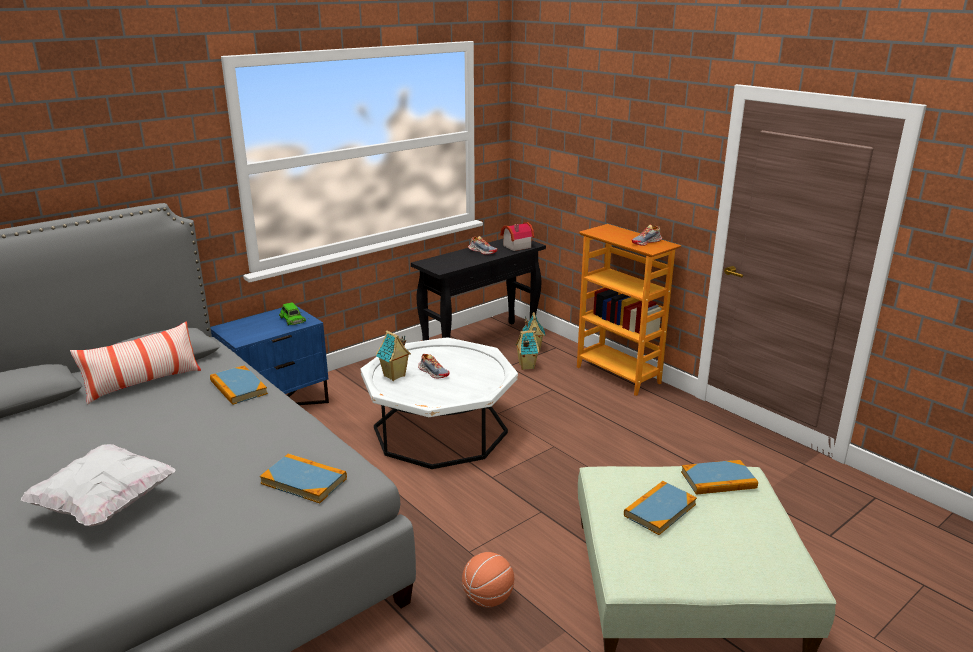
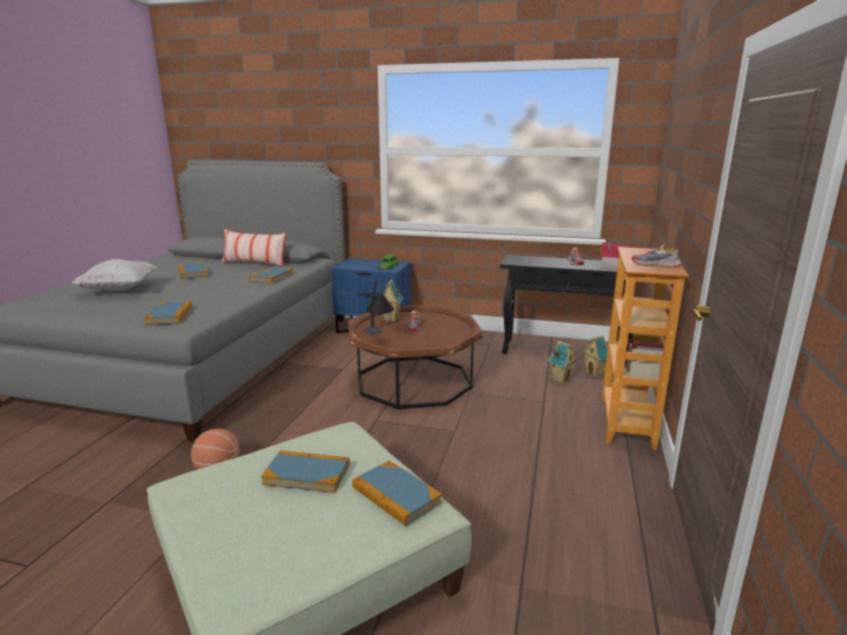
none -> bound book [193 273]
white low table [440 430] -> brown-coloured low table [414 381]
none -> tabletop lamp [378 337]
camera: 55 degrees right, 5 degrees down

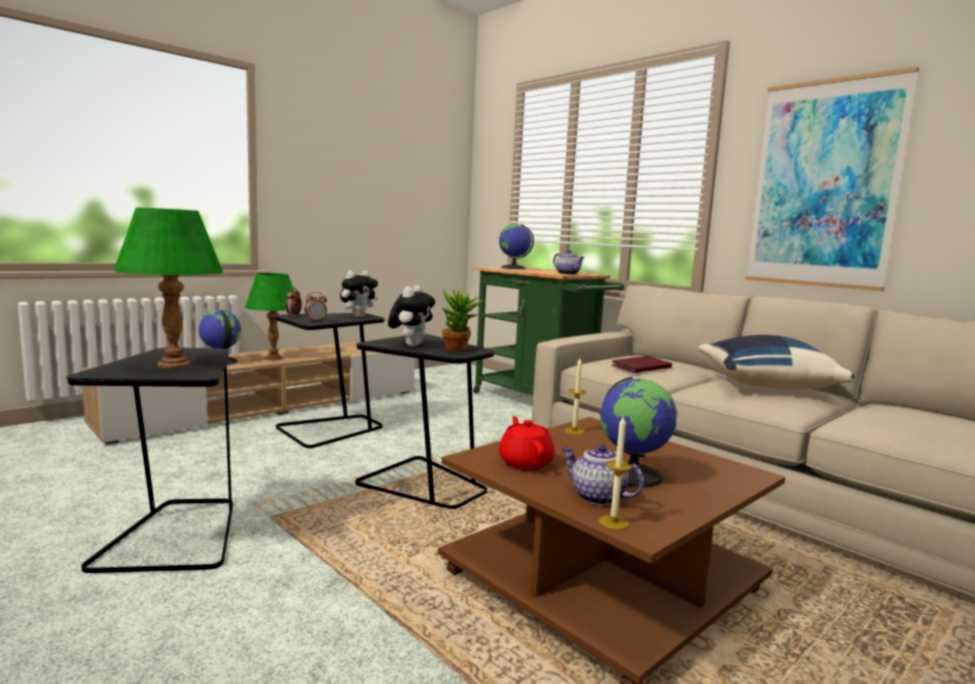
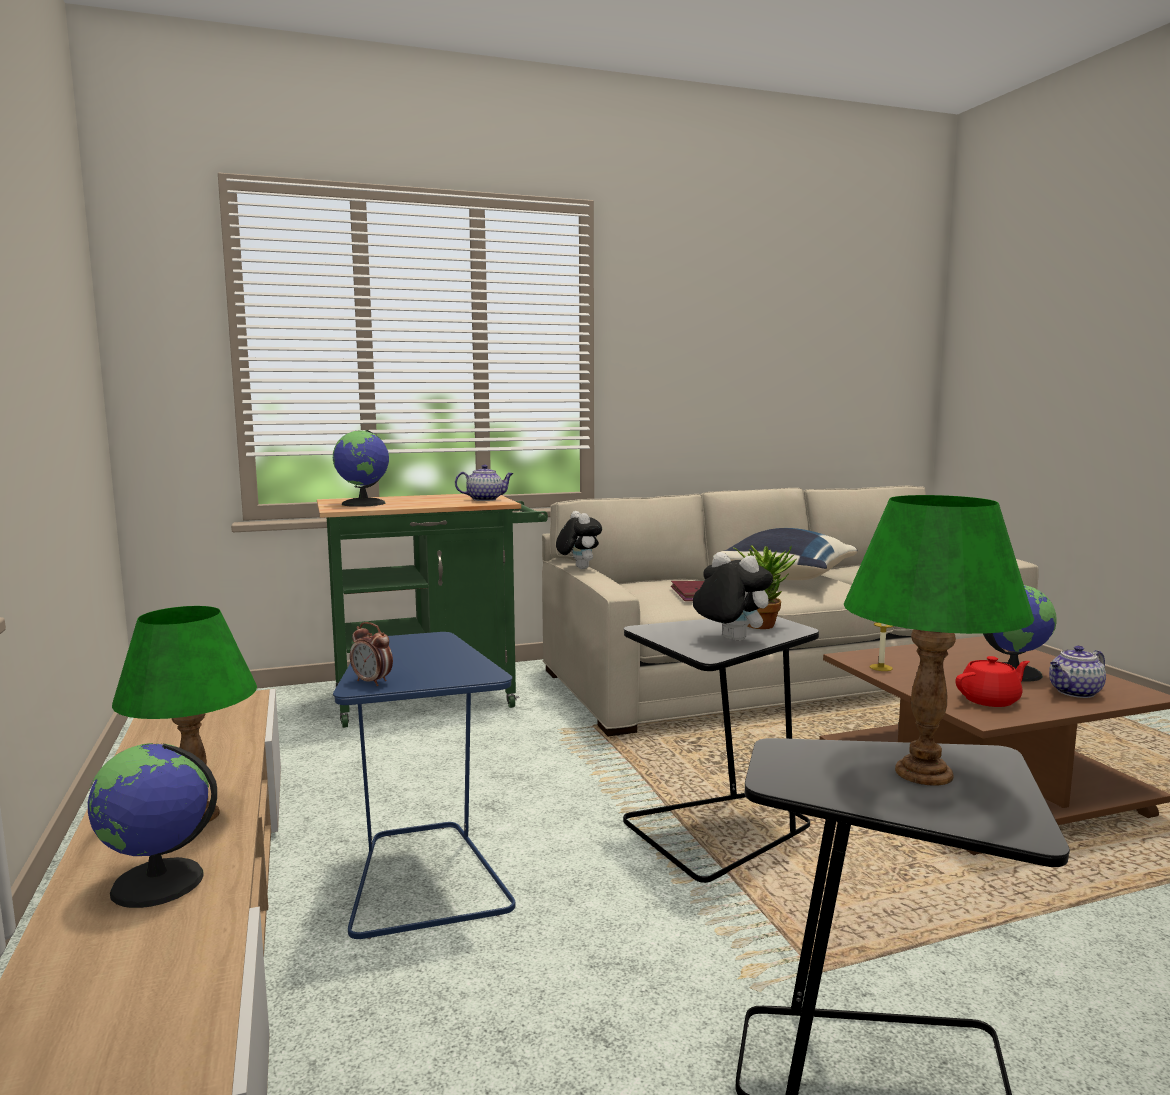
black side table [330 430] -> blue-coloured side table [425 878]
soft toy [358 316] -> soft toy [578 568], shifted
red-coloured teapot [525 462] -> red-coloured teapot [990 700], 150 degrees clockwise
bedside clock [315 321] -> none
candle [613 522] -> none
wall art [824 184] -> none
camera: 65 degrees left, 0 degrees up

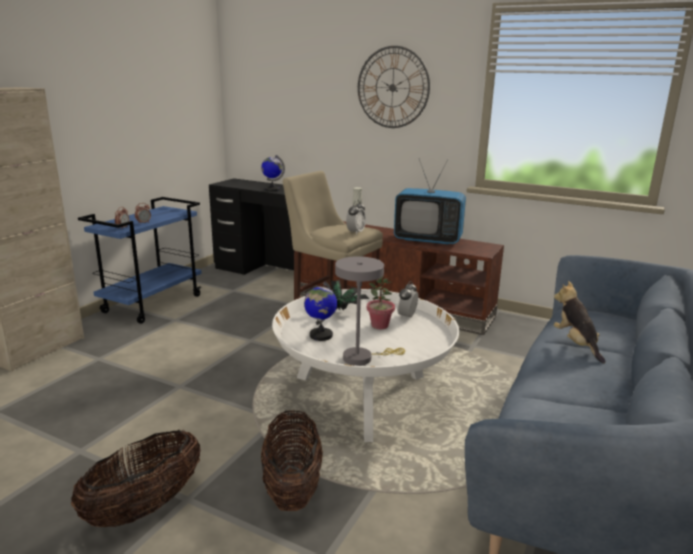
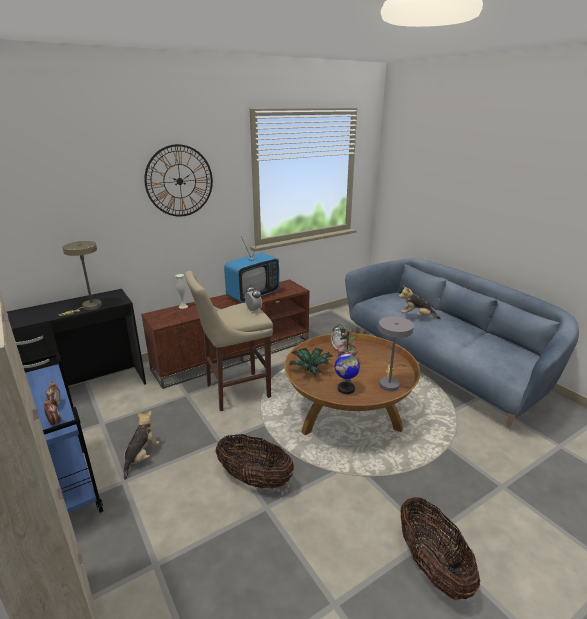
globe [272 190] -> beige-coloured tabletop lamp [89 307]
none -> soft toy [141 457]
storage basket [292 488] -> storage basket [255 479], shifted
white low table [362 396] -> brown-coloured low table [348 414]
camera: 60 degrees left, 5 degrees up

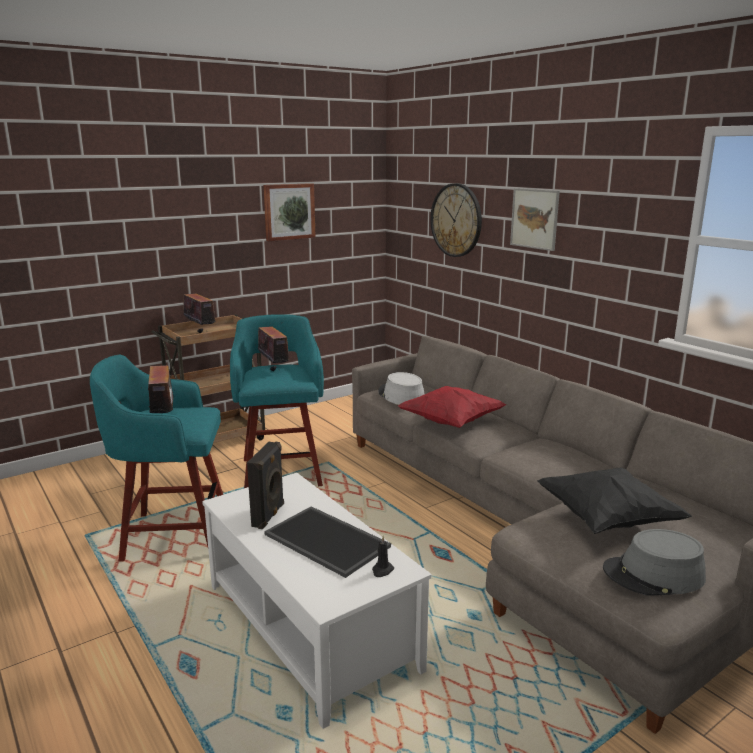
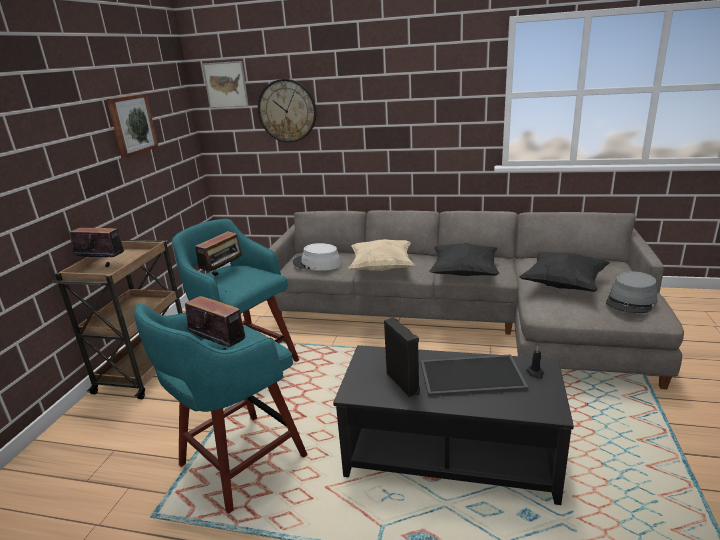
radio set [274 368] -> radio set [224 273], 105 degrees clockwise
wall art [534 218] -> wall art [226 85], shifted
white low table [311 626] -> black low table [450 453]
red-coloured throw pillow [451 422] -> beige-coloured throw pillow [381 268]
none -> black throw pillow [464 273]
camera: 40 degrees left, 5 degrees up

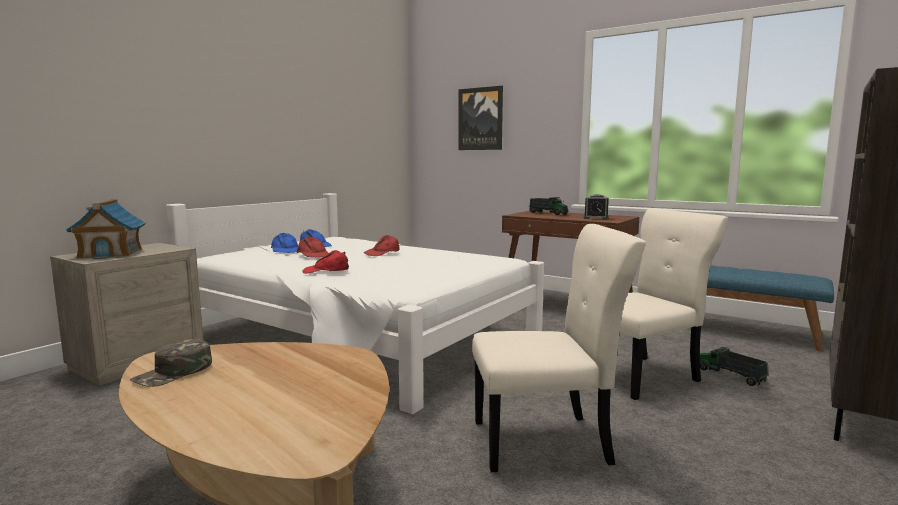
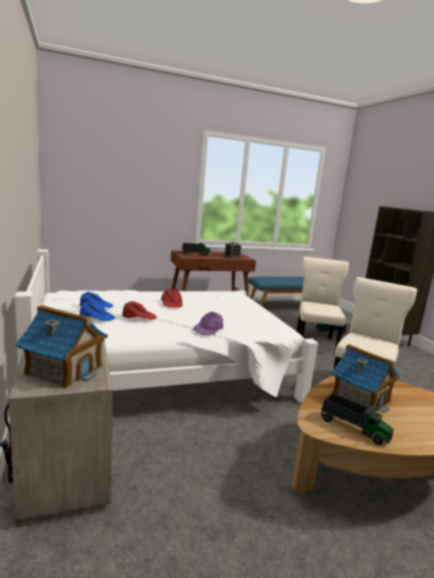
red-coloured cap [326 270] -> purple cap [208 329]
greenish cap [174 372] -> toy truck [353 428]
none -> toy house [360 398]
wall art [480 119] -> none
camera: 55 degrees left, 5 degrees up

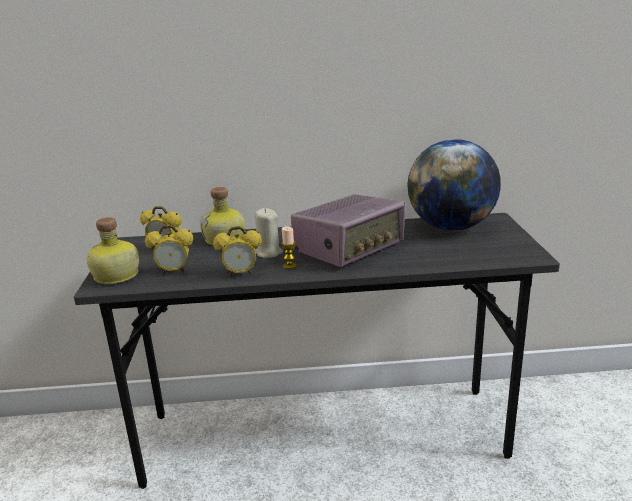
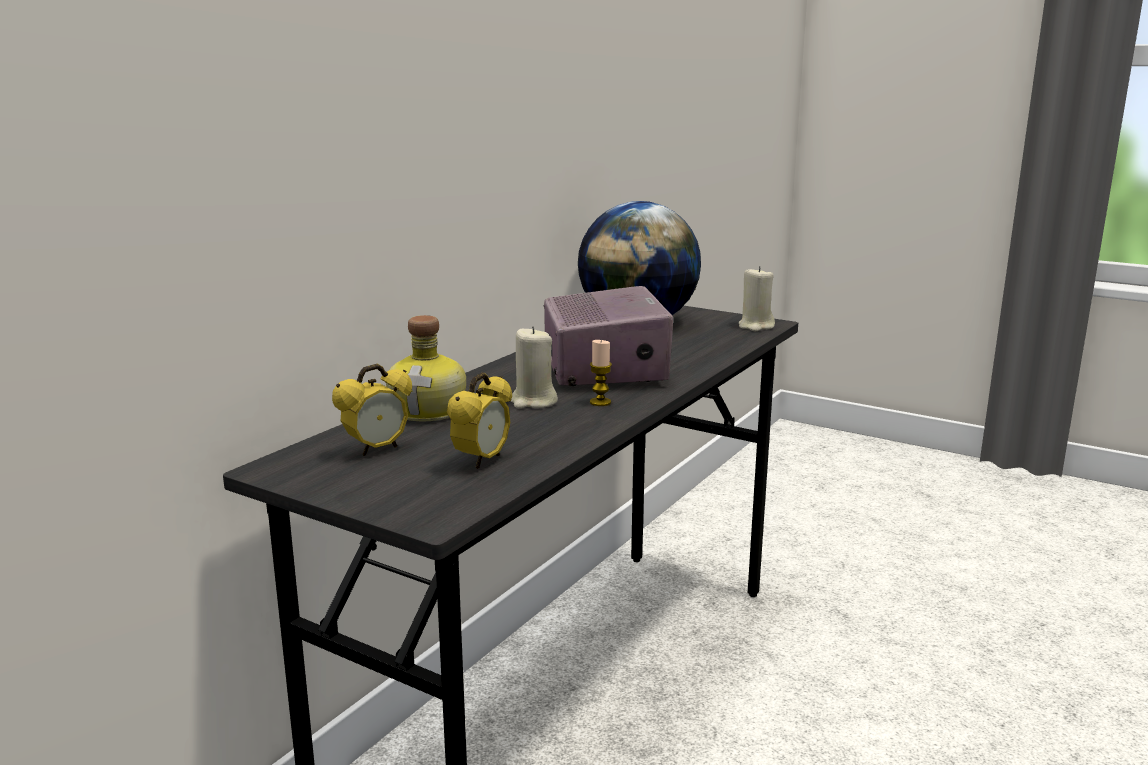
none -> beige-coloured candle [755 326]
beverage bottle [115 276] -> none
bedside clock [240 273] -> none
camera: 55 degrees left, 5 degrees down

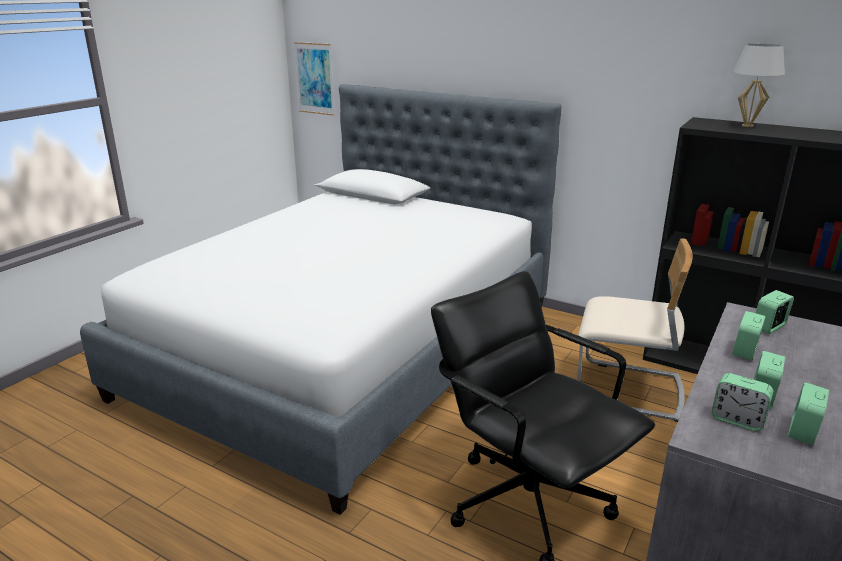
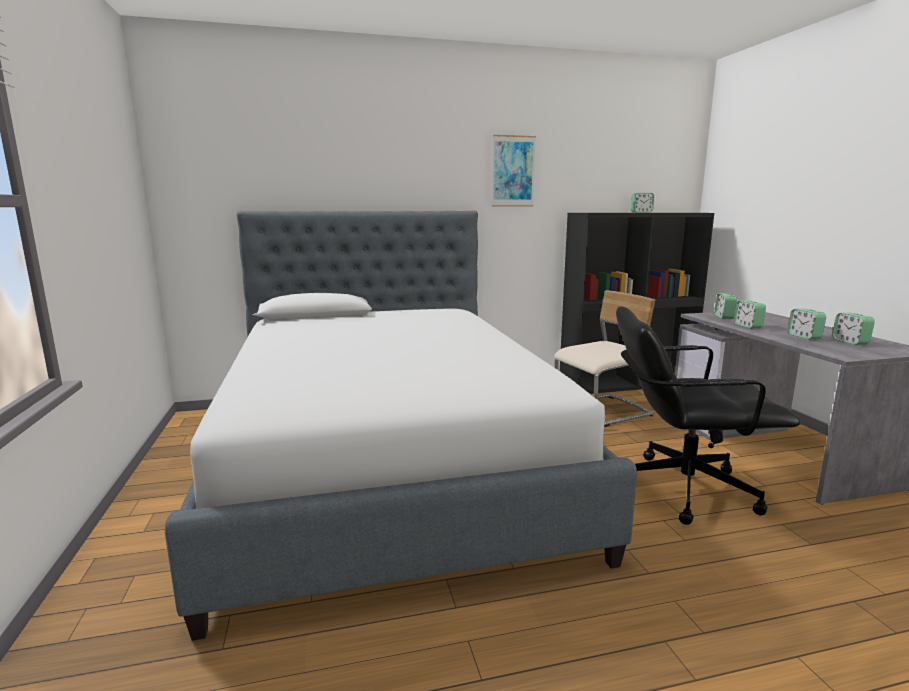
wall art [315 78] -> wall art [513 171], shifted
bedside clock [737 420] -> bedside clock [641 212], shifted
white tabletop lamp [747 126] -> none
camera: 45 degrees left, 10 degrees down

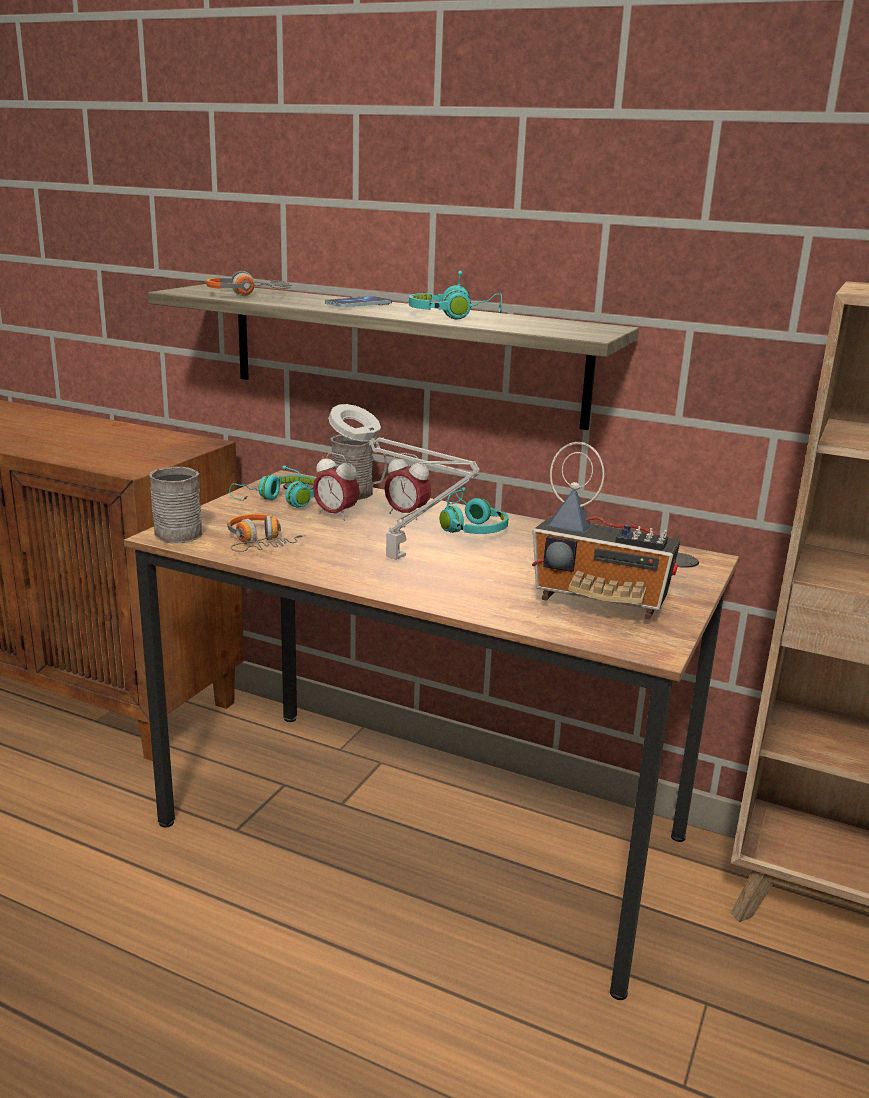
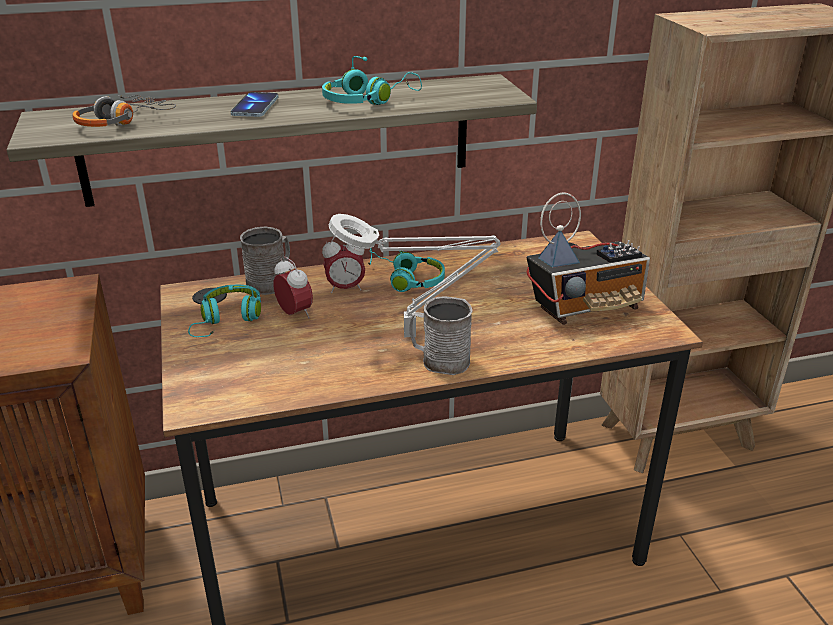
bedside clock [335 515] -> bedside clock [295 314], 120 degrees counterclockwise
greyish tea mug [176 532] -> greyish tea mug [439 360], shifted
pair of headphones [259 543] -> none
camera: 40 degrees left, 10 degrees up

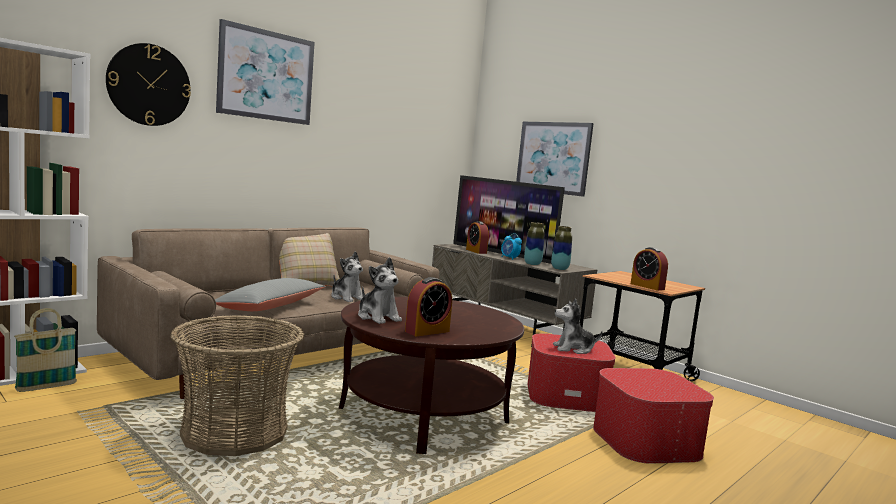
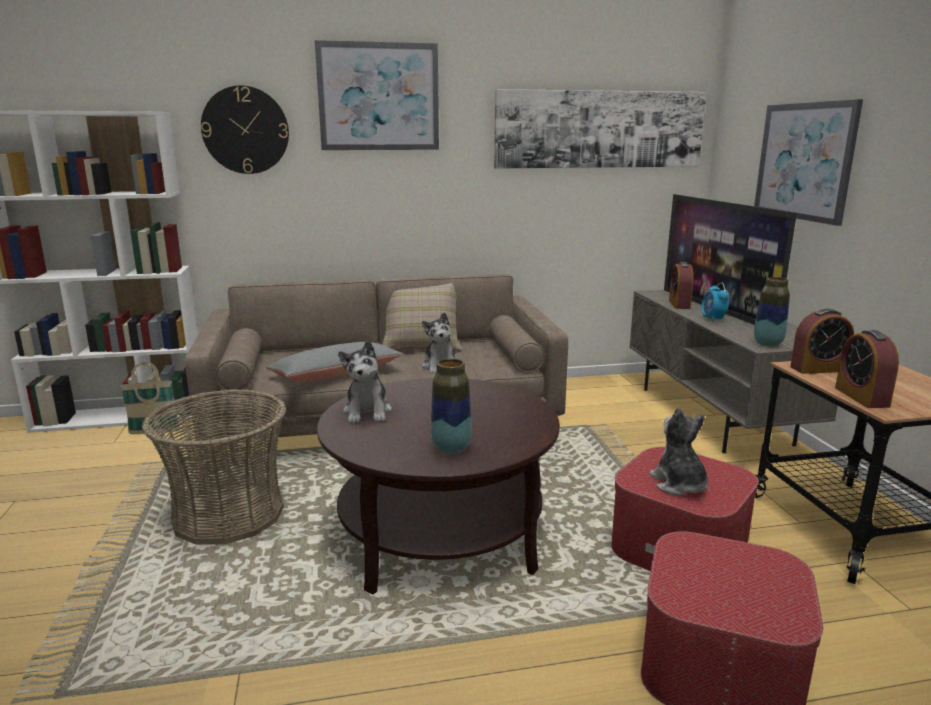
decorative vase [532 264] -> decorative vase [451 448], shifted
none -> wall art [600 129]
soft toy [573 349] -> soft toy [679 485], 45 degrees clockwise
bedside clock [427 331] -> bedside clock [818 369], shifted
camera: 35 degrees right, 10 degrees up

